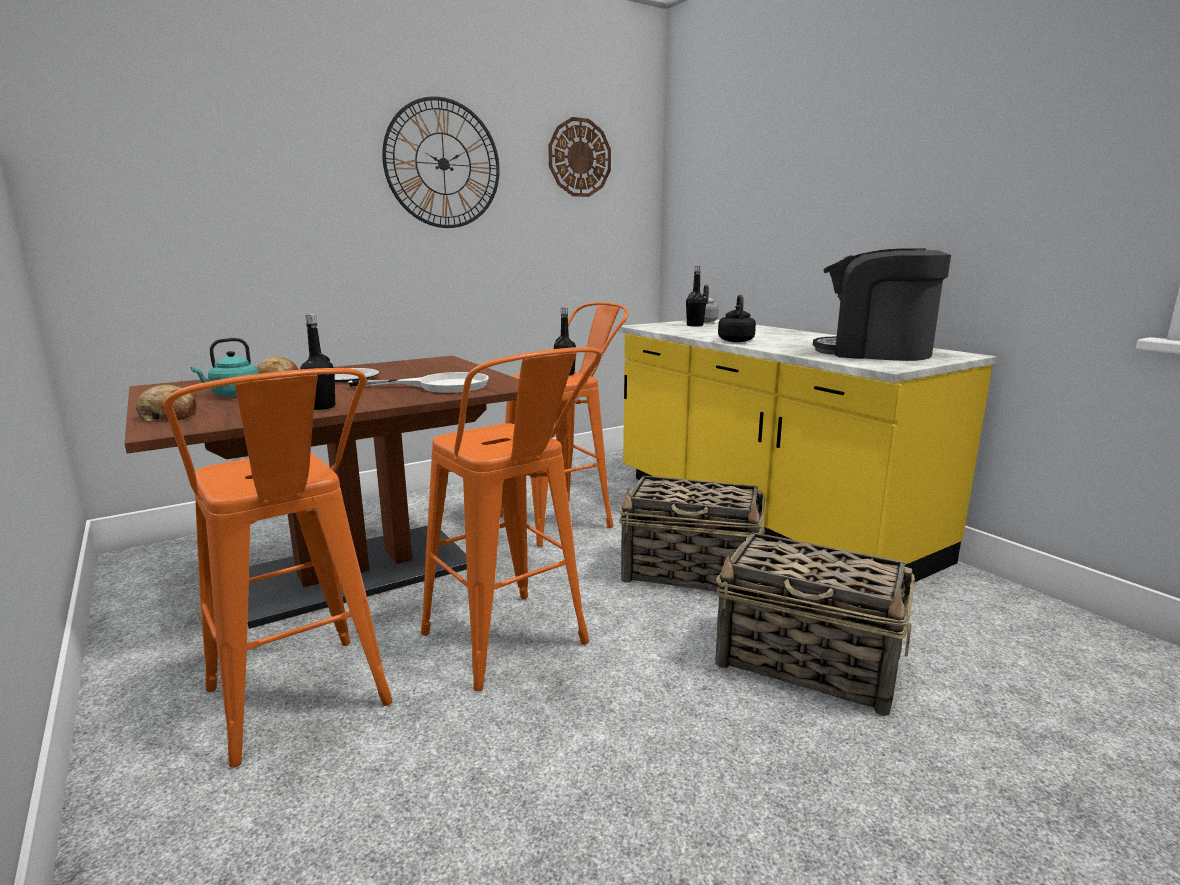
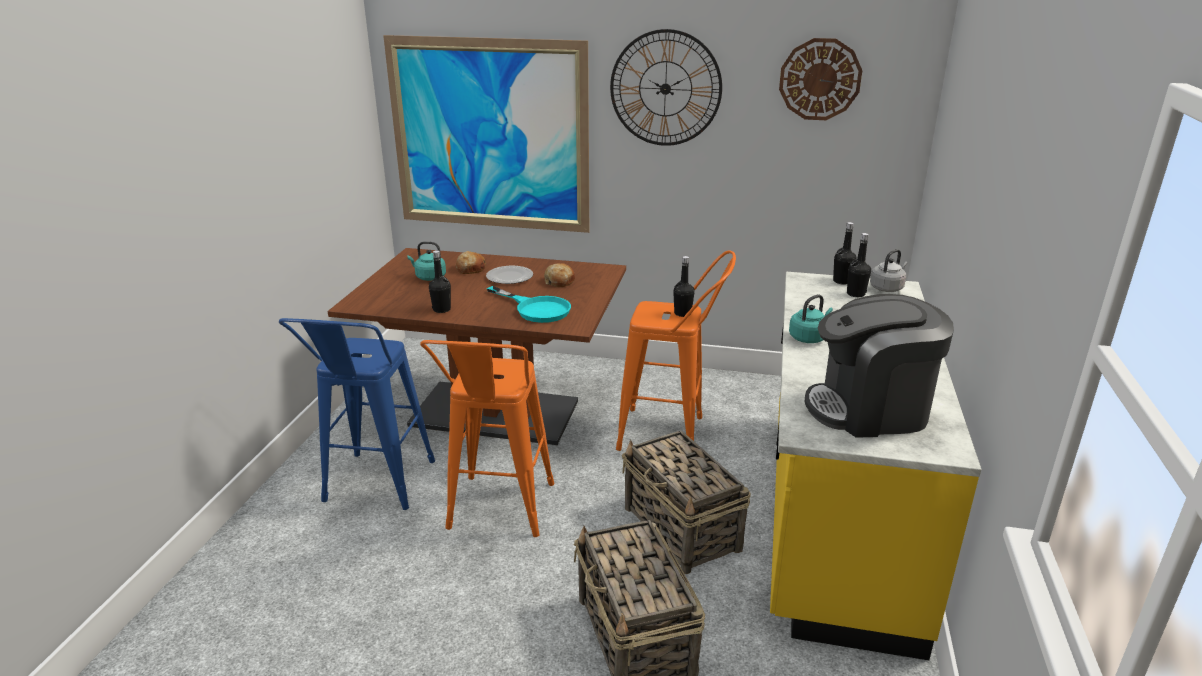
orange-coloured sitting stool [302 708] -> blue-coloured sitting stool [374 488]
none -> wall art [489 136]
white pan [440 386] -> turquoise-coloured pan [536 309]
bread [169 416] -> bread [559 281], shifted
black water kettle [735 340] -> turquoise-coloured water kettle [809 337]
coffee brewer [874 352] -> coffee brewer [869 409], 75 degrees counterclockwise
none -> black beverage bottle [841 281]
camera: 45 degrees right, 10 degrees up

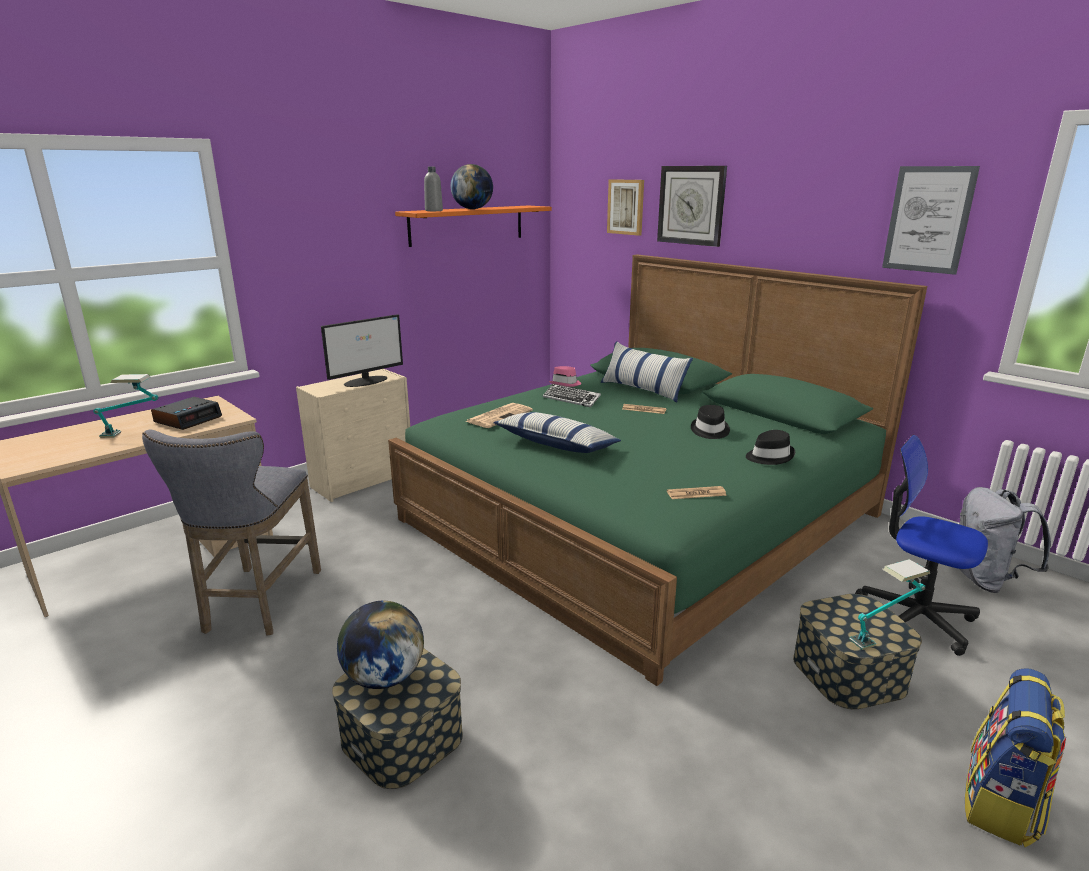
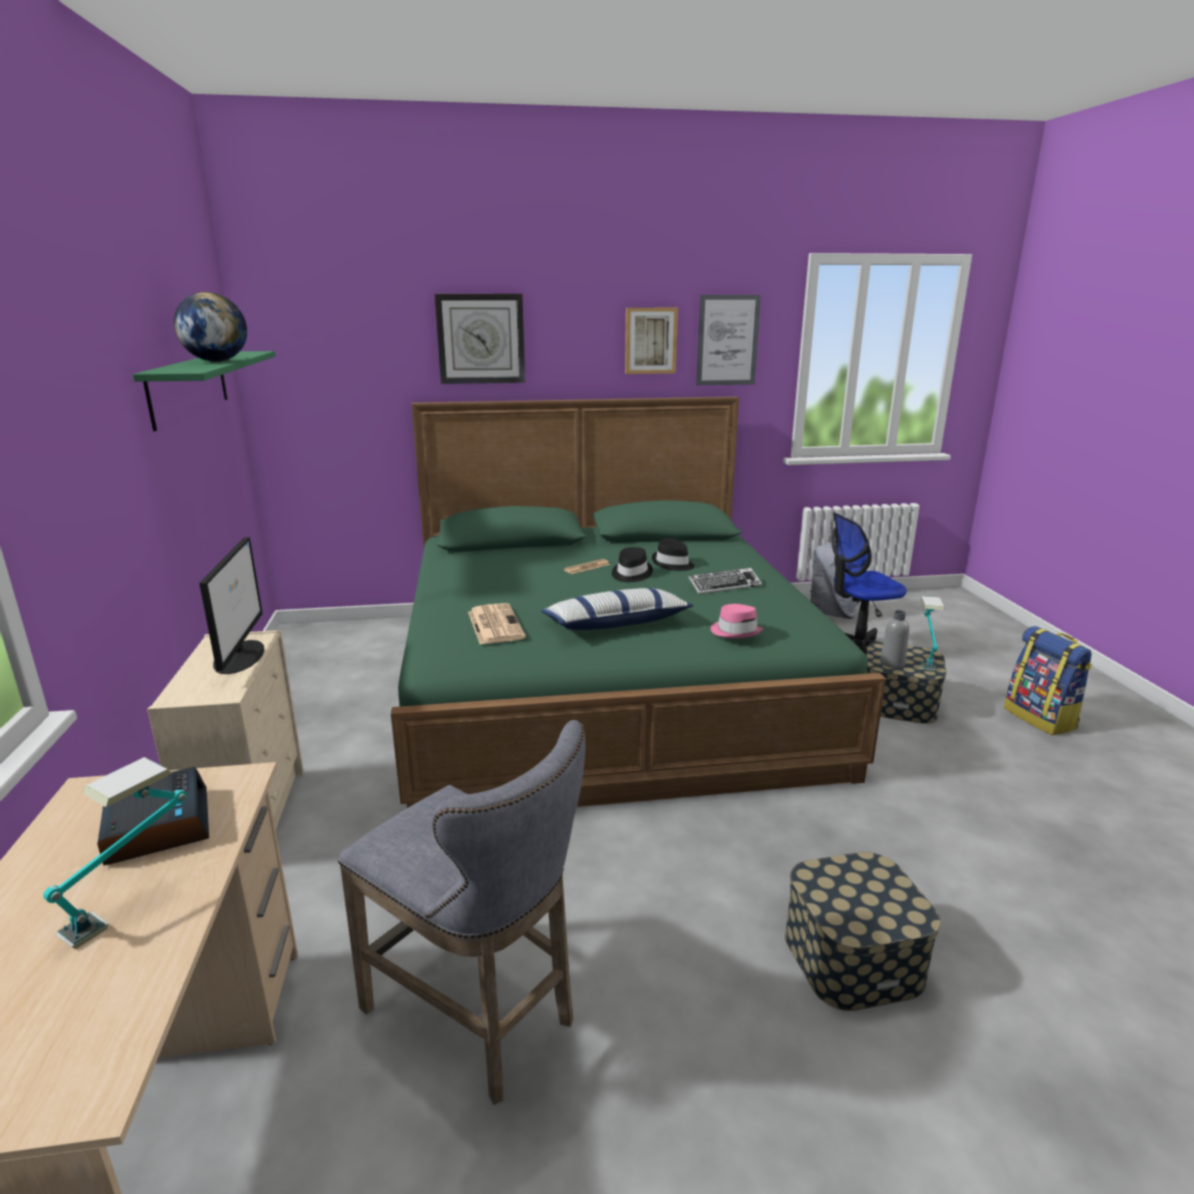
orange-coloured wall shelf [467 225] -> greenish wall shelf [189 387]
black hat [769 456] -> black hat [631 574], shifted
wall art [626 207] -> wall art [650 340], shifted
PC keyboard [571 399] -> PC keyboard [724 585], shifted
pink hat [566 384] -> pink hat [735 631], shifted
greyish beverage bottle [434 210] -> greyish beverage bottle [892 663], shifted
globe [384 677] -> none
throw pillow [643 390] -> none
printed paper [696 493] -> none
camera: 55 degrees left, 0 degrees up

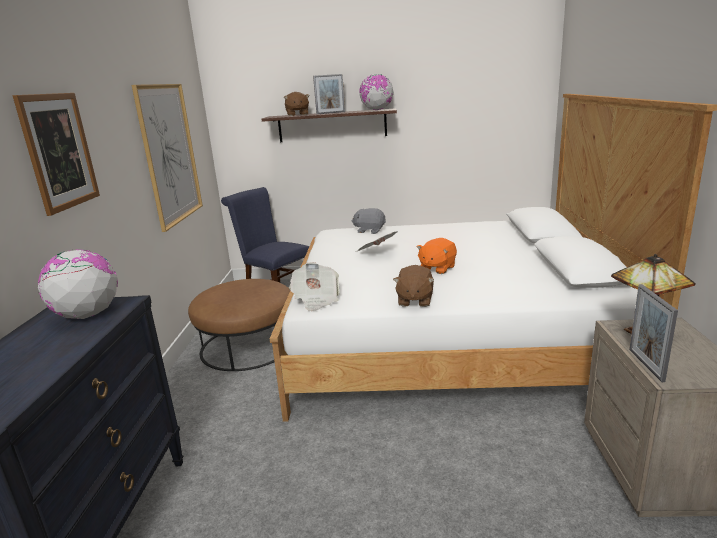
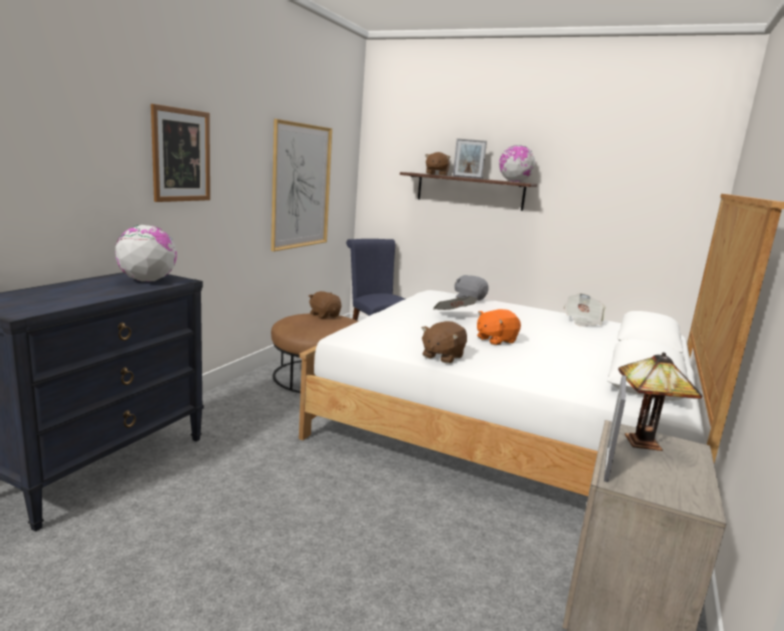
none -> brown-coloured soft toy [324 315]
printed paper [316 299] -> printed paper [582 321], shifted
camera: 20 degrees right, 5 degrees down

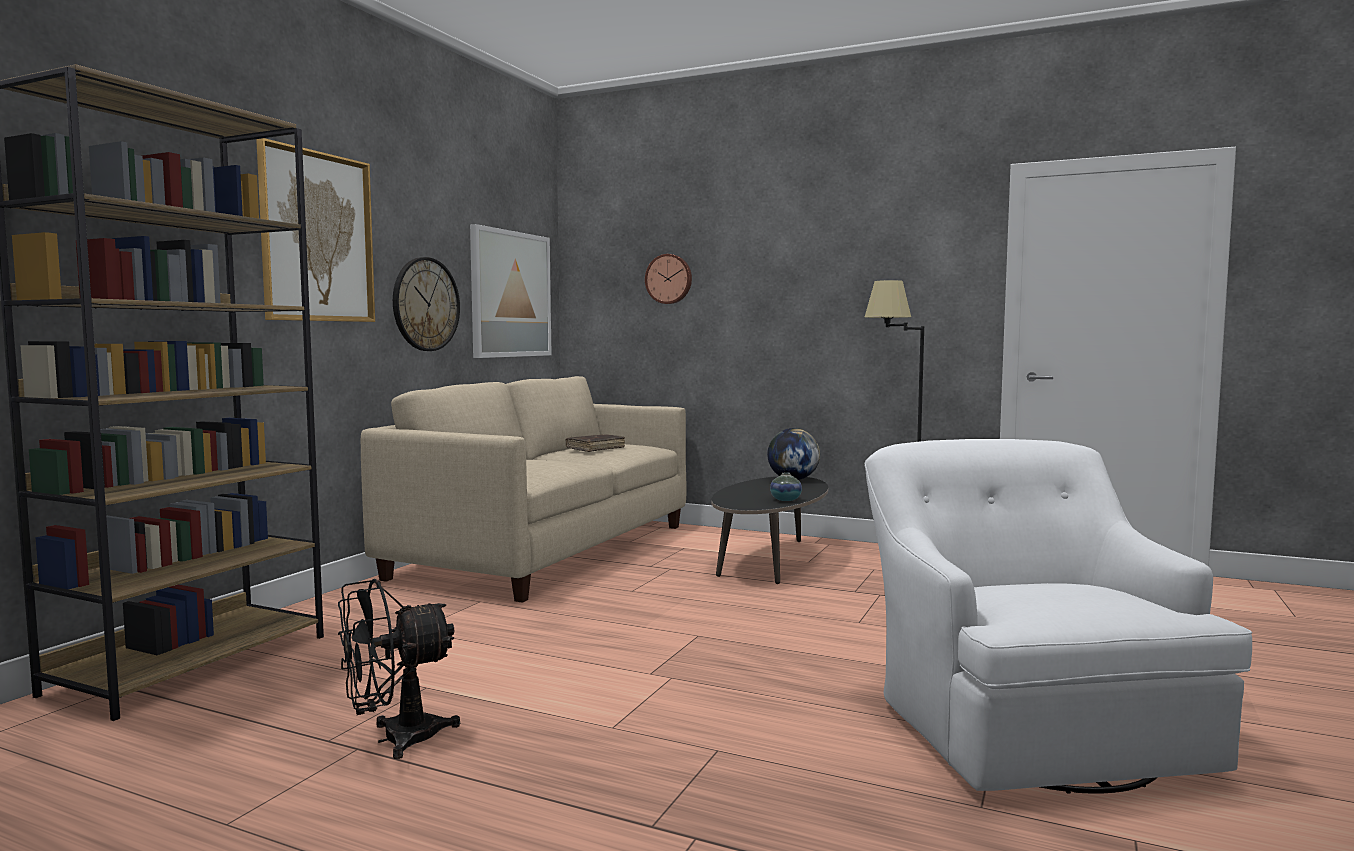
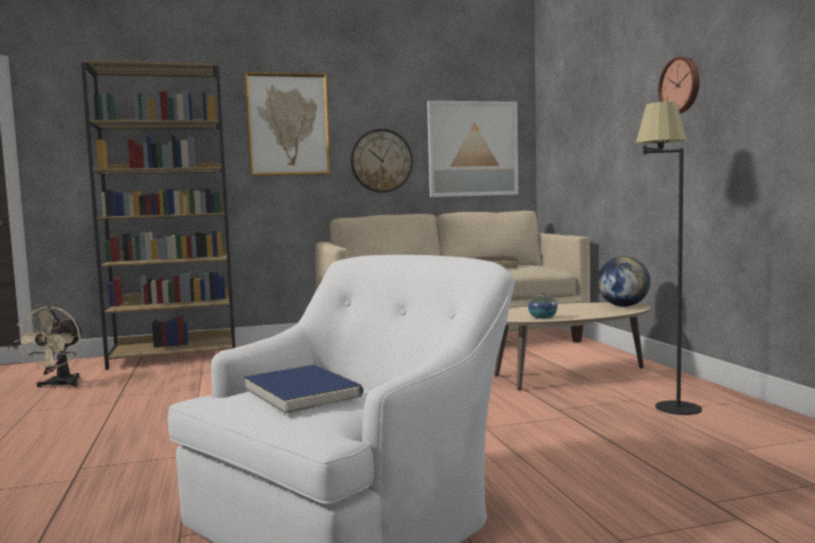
none -> beige-coloured electric fan [59 385]
none -> blue-coloured bound book [302 394]
black low table [771 562] -> beige-coloured low table [565 376]
hanging clock [669 279] -> hanging clock [681 85], shifted
black electric fan [395 739] -> none
camera: 50 degrees right, 0 degrees up

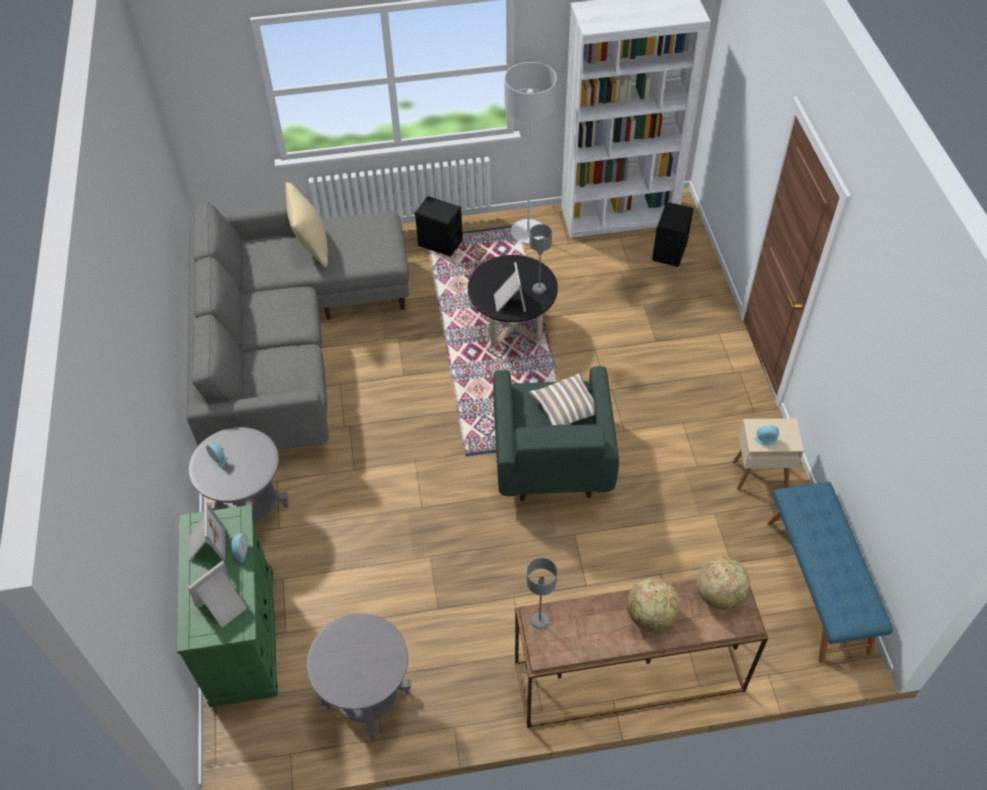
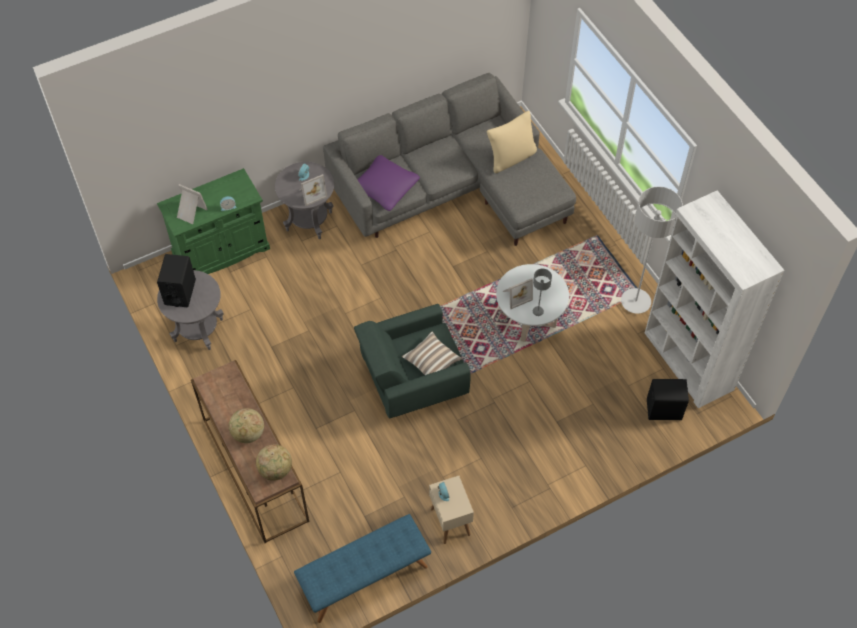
black speaker [440 243] -> black speaker [180 292], shifted
picture frame [206 546] -> picture frame [311 193], shifted
none -> purple throw pillow [384 188]
black low table [512 326] -> white low table [529 319]
greyish tabletop lamp [539 621] -> none
camera: 70 degrees right, 5 degrees up

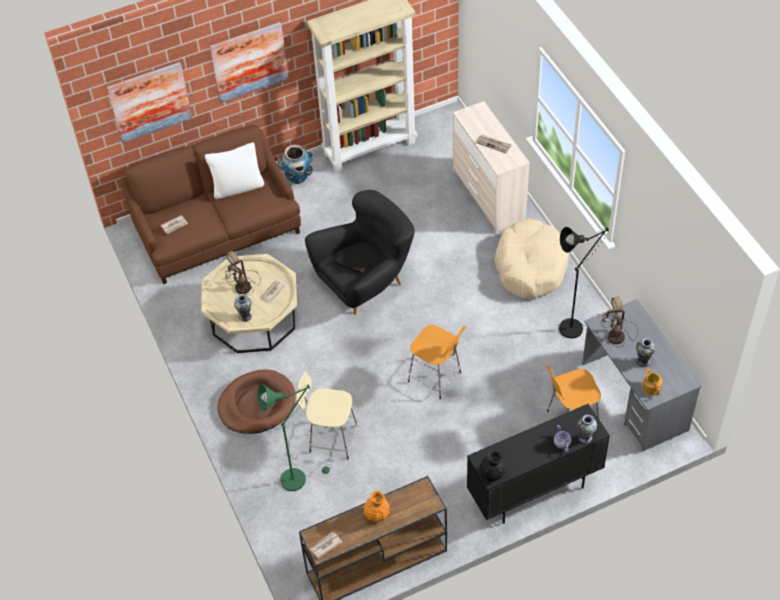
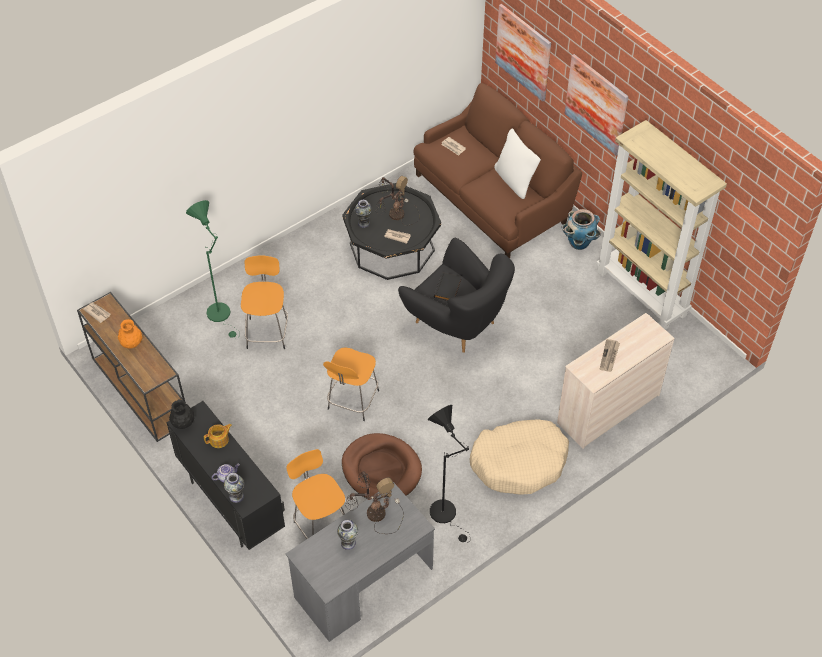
teapot [651 387] -> teapot [219 440], shifted
beige-coloured sitting stool [331 438] -> orange-coloured sitting stool [267 332]
beige-coloured low table [253 318] -> black low table [392 247]
brown-coloured dog cushion [257 404] -> brown-coloured dog cushion [381 469], shifted
camera: 75 degrees right, 0 degrees up

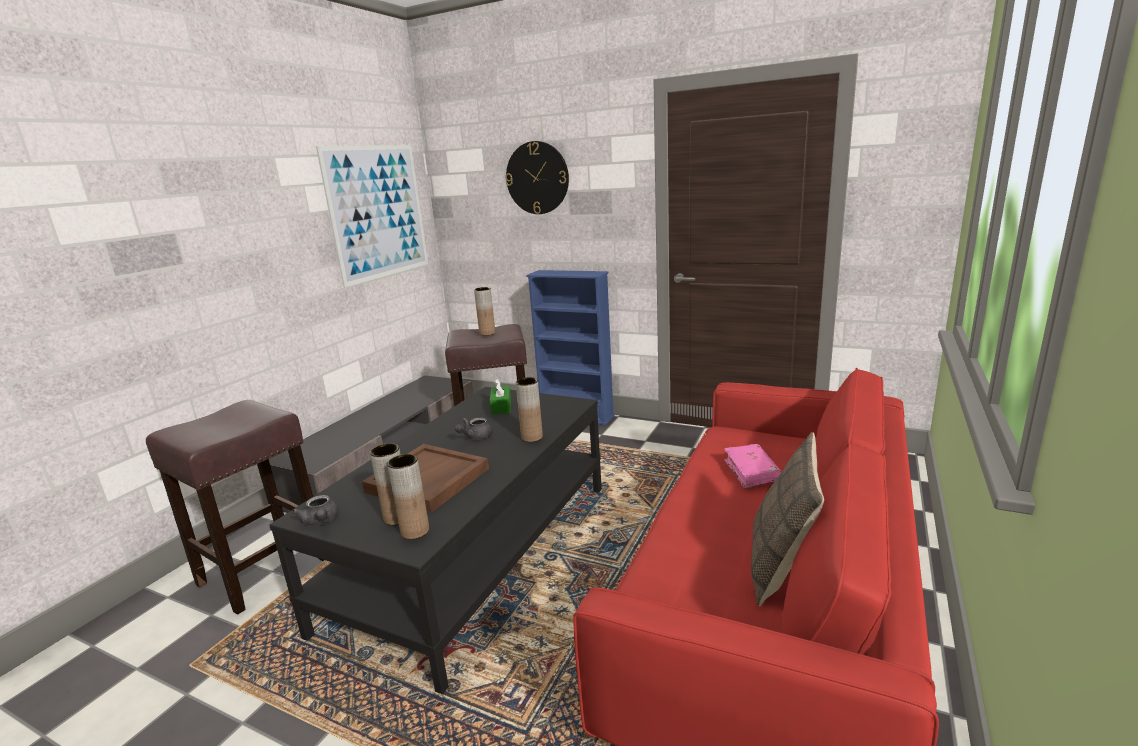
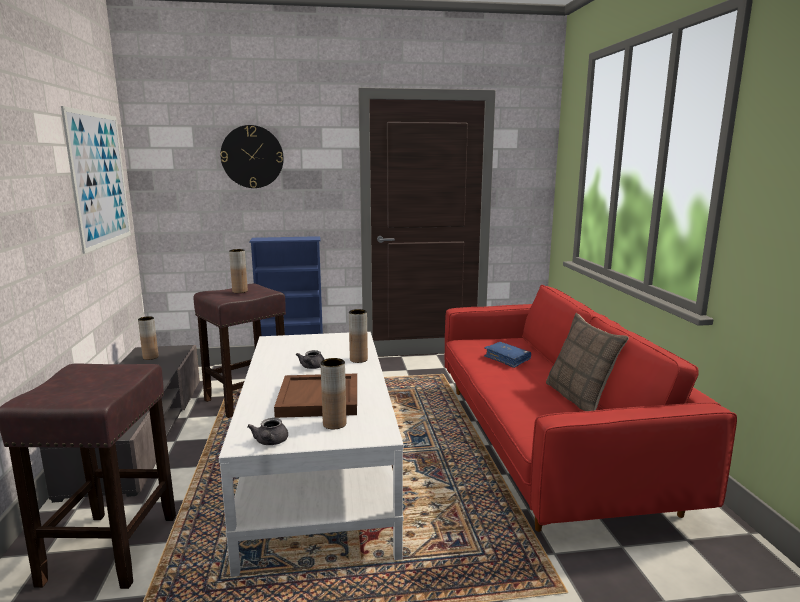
brown-coloured decorative vase [415 531] -> brown-coloured decorative vase [150 357], shifted
black low table [475 553] -> white low table [318 472]
greyish teapot [321 521] -> greyish teapot [270 442], 60 degrees clockwise
pink bound book [751 472] -> blue-coloured bound book [507 359]
greenish box of tissues [501 407] -> none
camera: 35 degrees left, 5 degrees down

